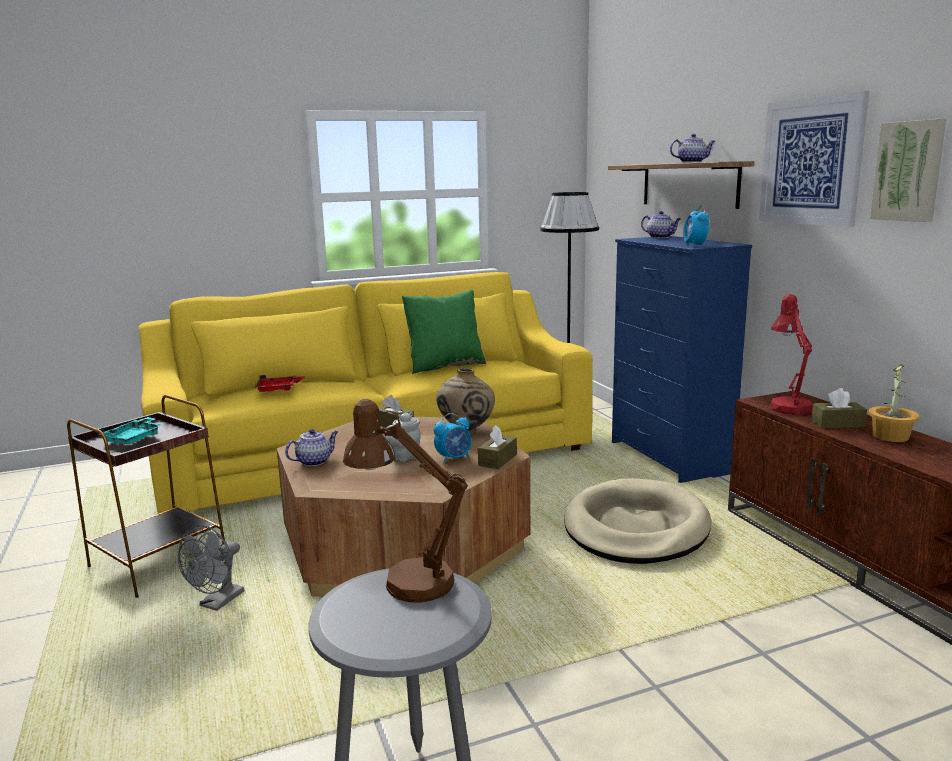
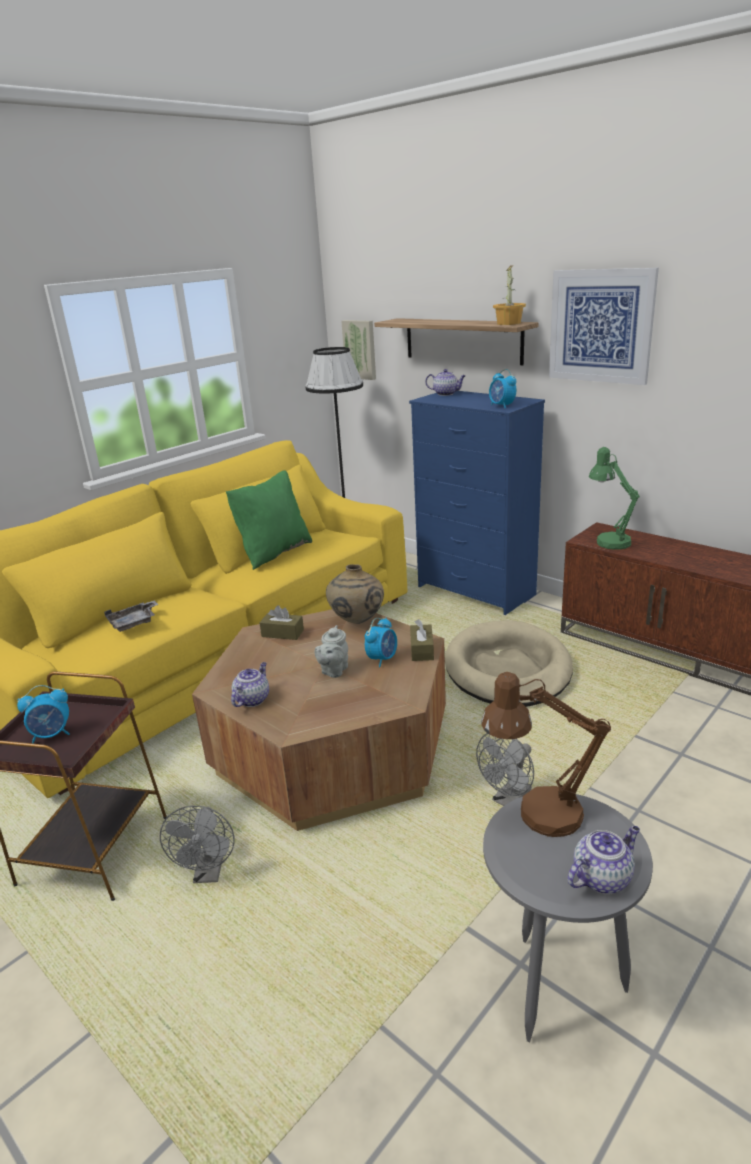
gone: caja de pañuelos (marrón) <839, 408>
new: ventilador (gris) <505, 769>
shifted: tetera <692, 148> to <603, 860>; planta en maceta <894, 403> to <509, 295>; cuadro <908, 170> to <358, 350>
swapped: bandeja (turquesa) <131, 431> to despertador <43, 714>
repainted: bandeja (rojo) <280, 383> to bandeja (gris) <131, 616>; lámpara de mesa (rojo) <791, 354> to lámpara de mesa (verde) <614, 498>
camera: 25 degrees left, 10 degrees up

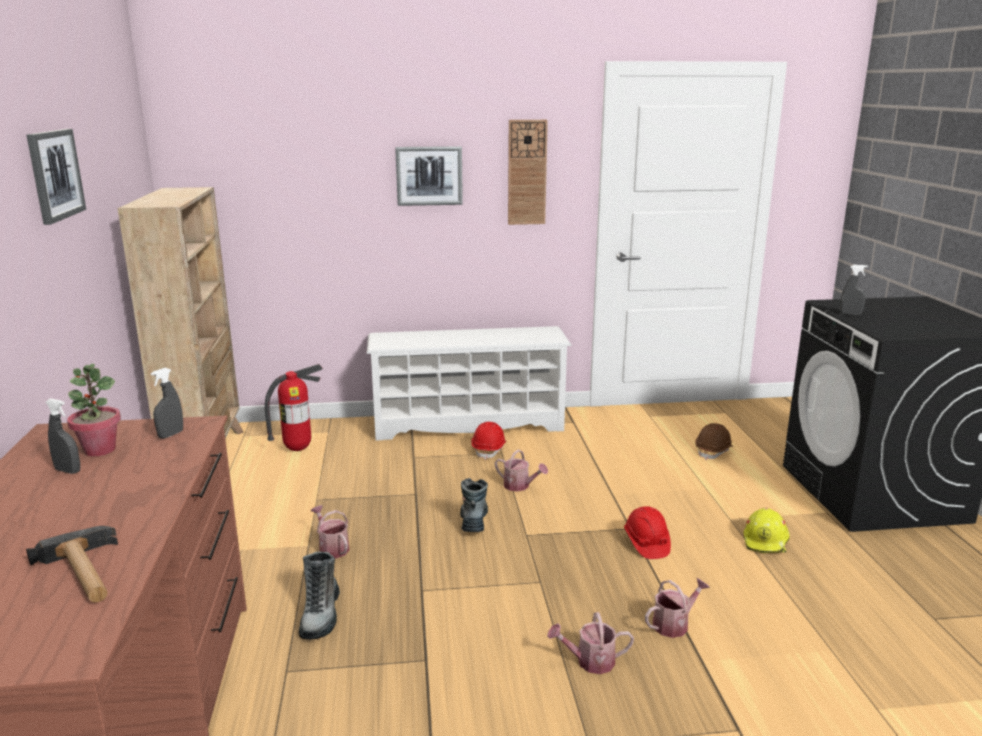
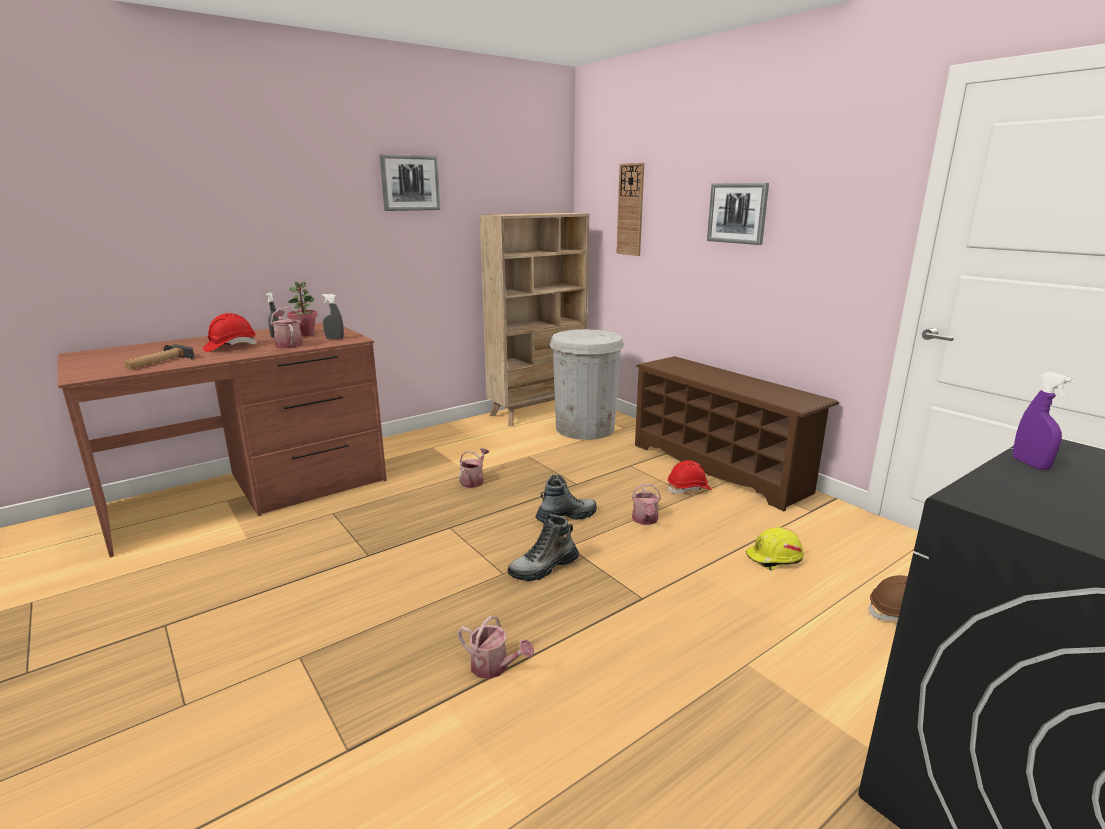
shifted: bota <319, 596> to <543, 547>; reloj de pared <528, 172> to <630, 209>; regadera <590, 643> to <286, 328>; casco (rojo) <647, 532> to <230, 332>; casco (amarillo) <767, 530> to <775, 549>
swapped: extintor <294, 407> to papelera (blanco) <587, 384>
repainted: zapatero (blanco) <469, 383> to zapatero (marrón) <737, 434>; pulverizador (gris) <854, 290> to pulverizador (morado) <1043, 421>
camera: 60 degrees right, 0 degrees up

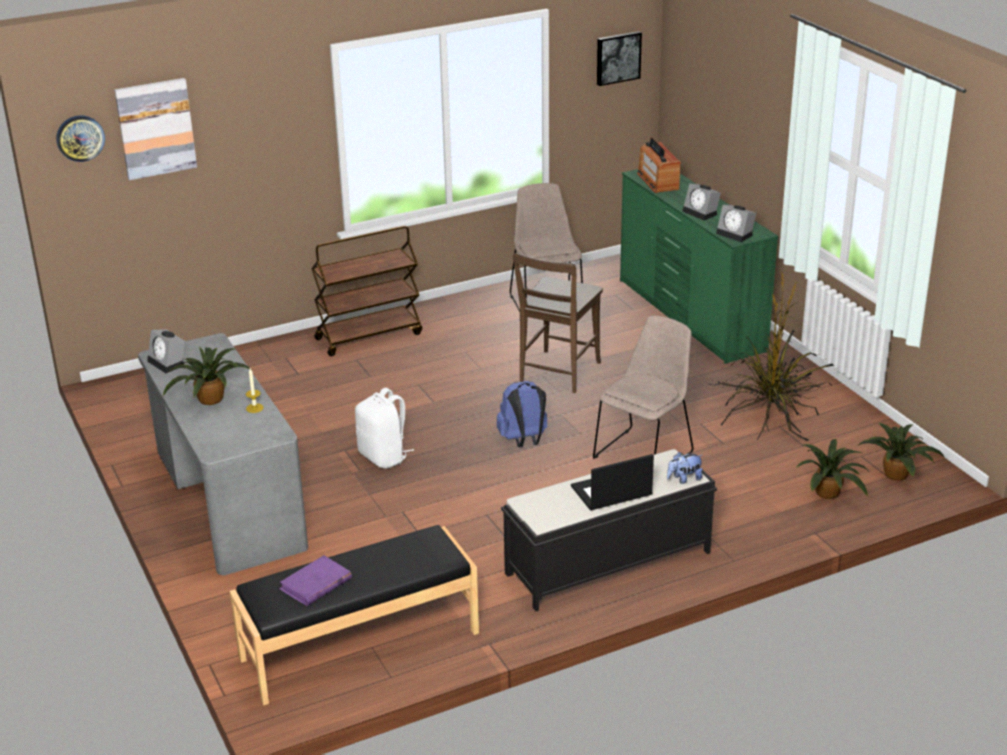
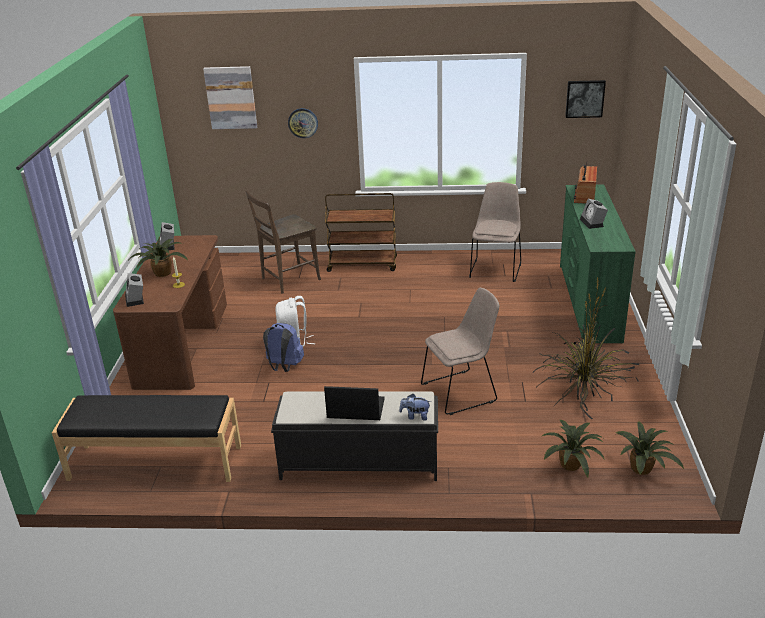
gone: libro (morado) <315, 580>
shifted: reloj de pared <80, 138> to <303, 123>; mochila (azul) <522, 414> to <283, 347>; silla (marrón) <558, 323> to <283, 241>; despertador <736, 223> to <134, 290>
repainted: escritorio (gris) <223, 454> to escritorio (marrón) <170, 312>
camera: 30 degrees right, 0 degrees up

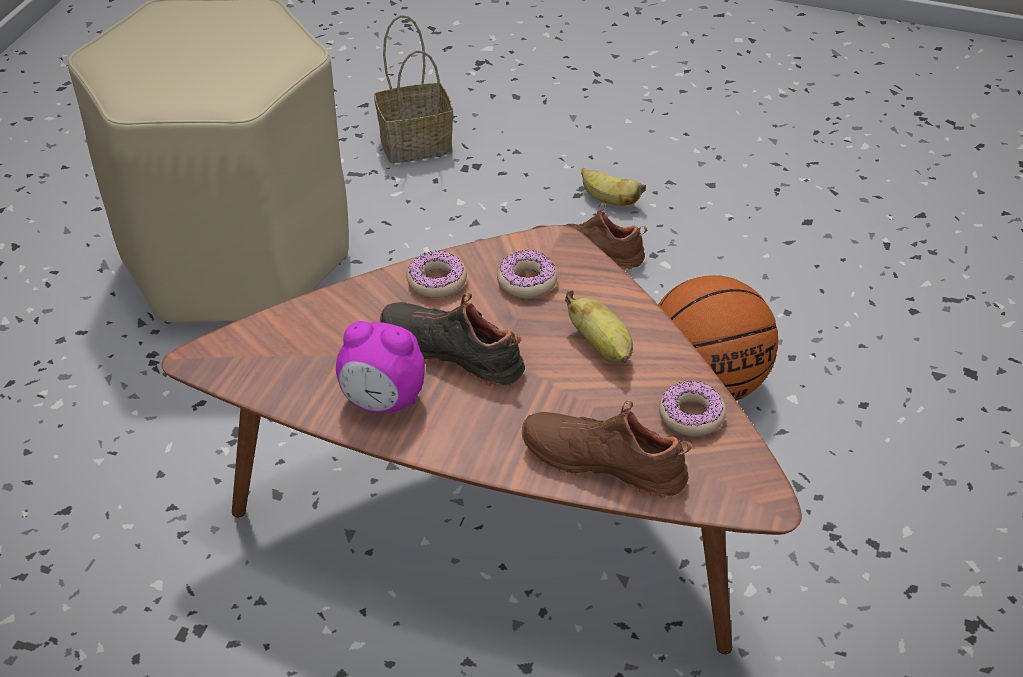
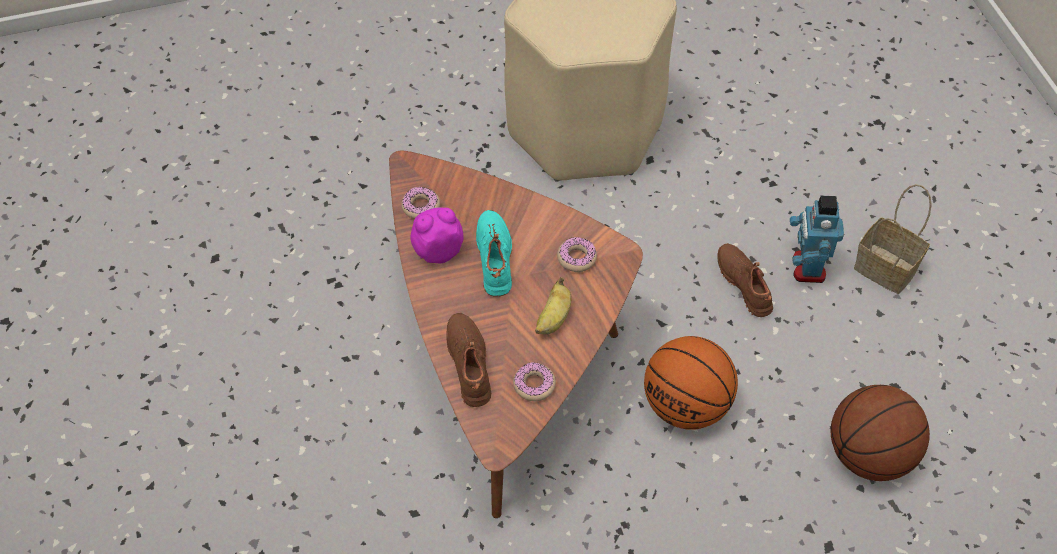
new: balón de baloncesto <880, 433>
shifted: cesta <413, 89> to <893, 239>; rosquilla <436, 274> to <420, 203>
swapped: plátano <613, 187> to robot de juguete <817, 239>
repainted: zapato (negro) <452, 339> to zapato (turquesa) <494, 253>
rotated: despertador <380, 367> = <437, 235> 90 degrees clockwise
camera: 55 degrees right, 10 degrees up

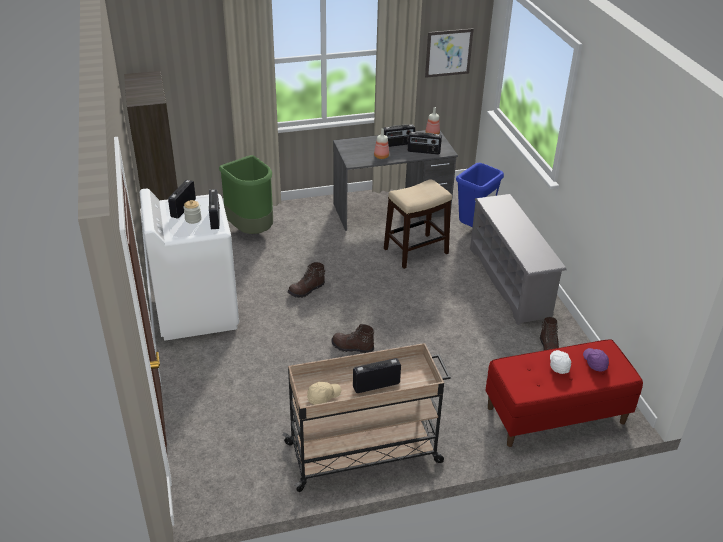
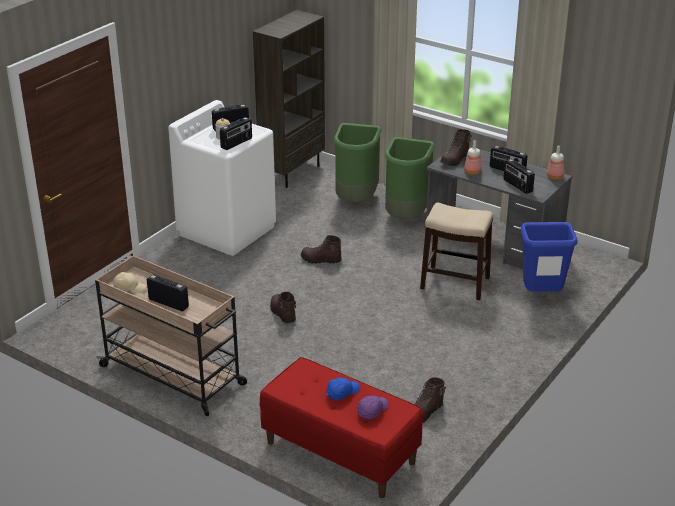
gone: cuadro <449, 53>; zapatero (gris) <518, 259>
new: papelera (verde) <410, 178>; bota (marrón) <456, 147>
repainted: gorra (blanco) <560, 362> to gorra (azul) <343, 389>
camera: 50 degrees right, 5 degrees down

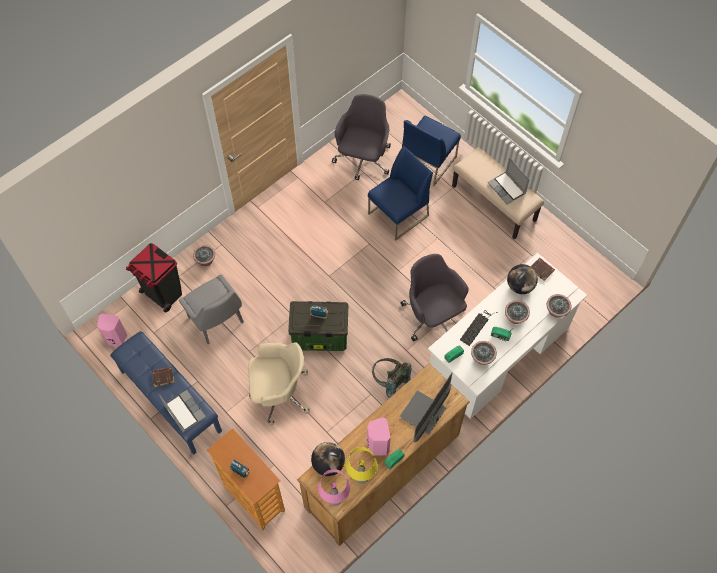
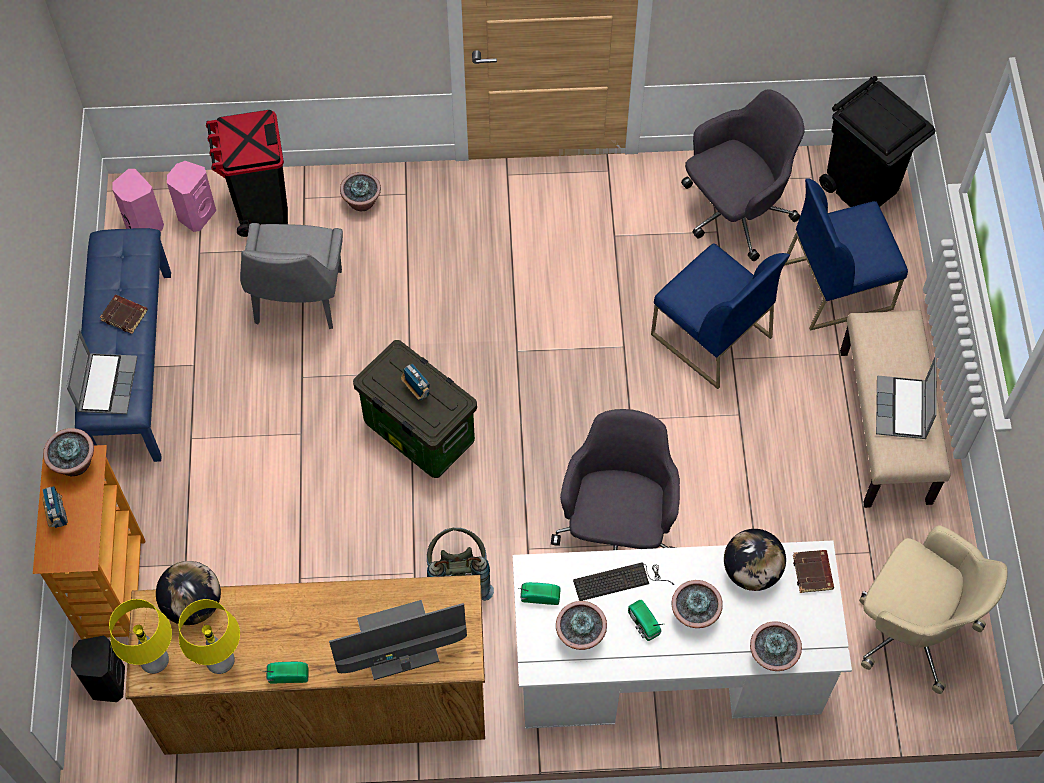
new: planta en maceta <68, 452>; altavoz (negro) <98, 669>; papelera (negro) <877, 141>
shifted: silla de oficina (beis) <279, 384> to <933, 609>; altavoz (rosa) <379, 436> to <191, 196>
repainted: lámpara de mesa (rosa) <334, 487> to lámpara de mesa (amarillo) <140, 636>
rotated: silla (azul) <400, 193> = <720, 316> 45 degrees clockwise
camera: 40 degrees right, 0 degrees up

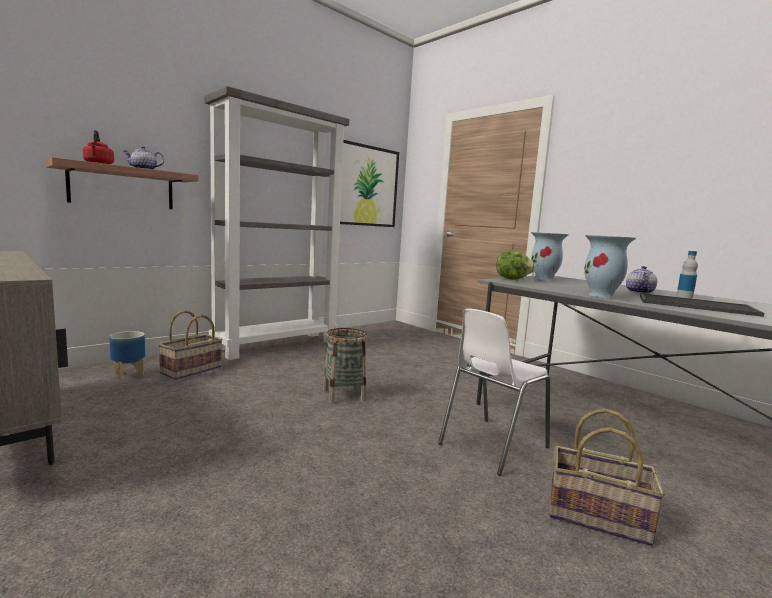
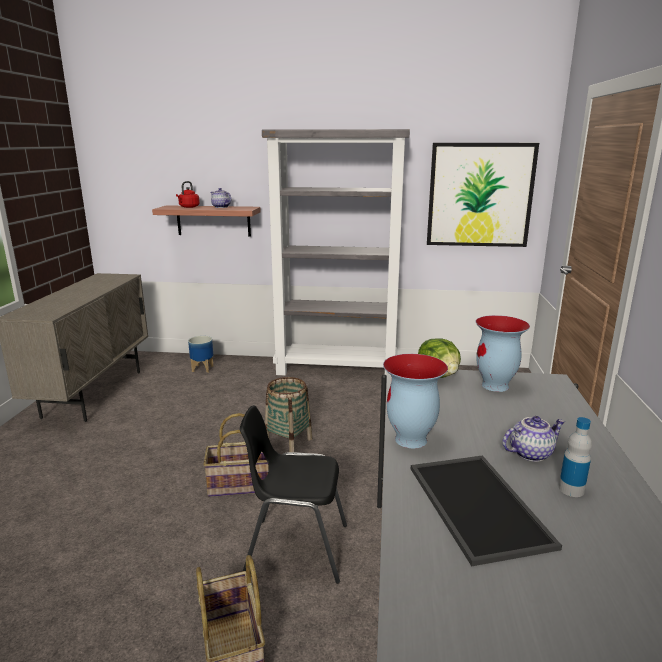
shifted: cesta <190, 345> to <236, 455>
repainted: silla (blanco) <494, 392> to silla (negro) <293, 494>
camera: 50 degrees right, 10 degrees up

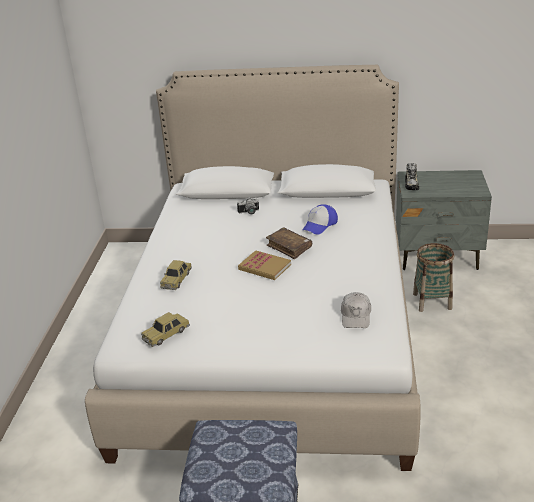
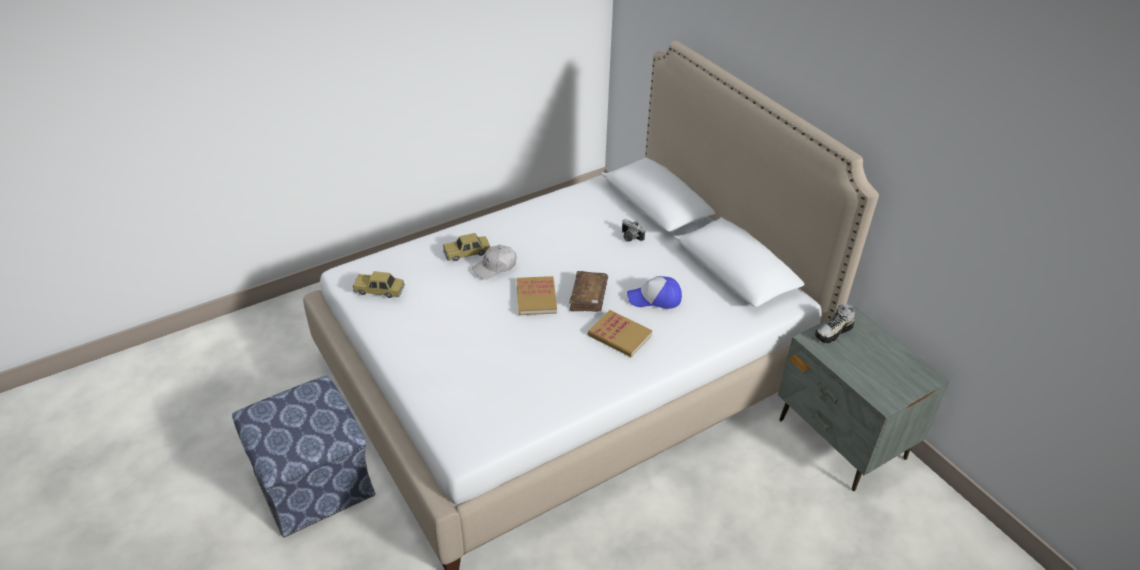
gone: cesta <433, 277>
new: libro <620, 333>
shifted: gorra (blanco) <356, 310> to <494, 262>
camera: 50 degrees right, 10 degrees up

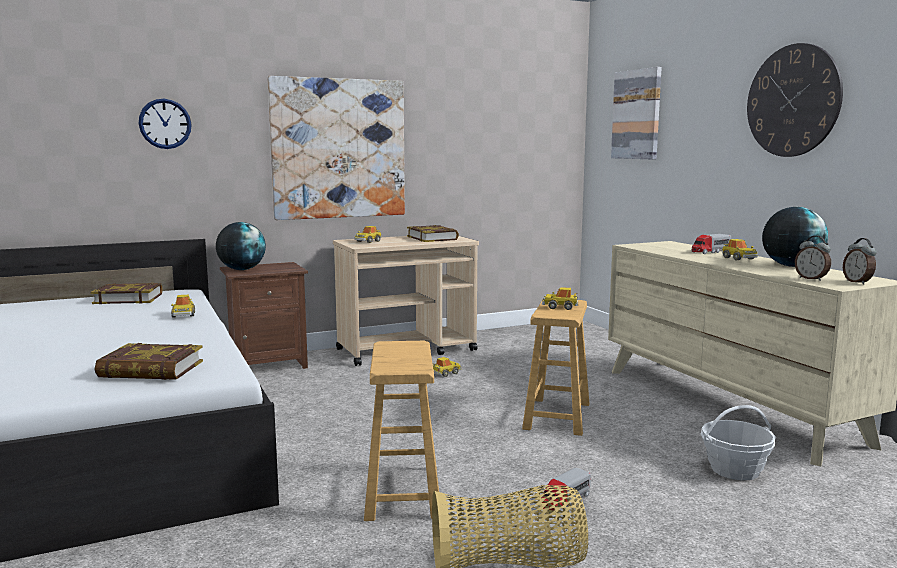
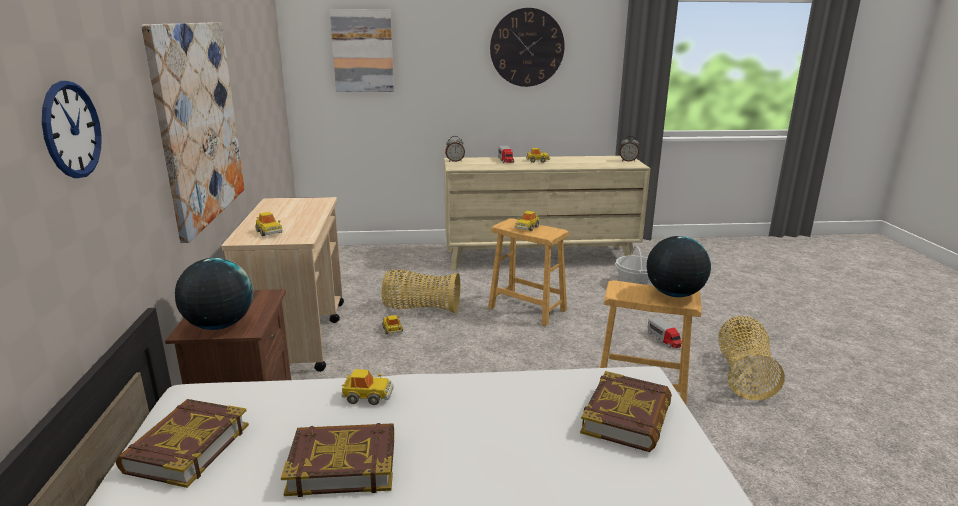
new: cesta <421, 291>
shifted: libro <433, 233> to <337, 460>; globo terráqueo <795, 237> to <679, 266>; despertador <813, 258> to <455, 149>
camera: 70 degrees left, 10 degrees up

